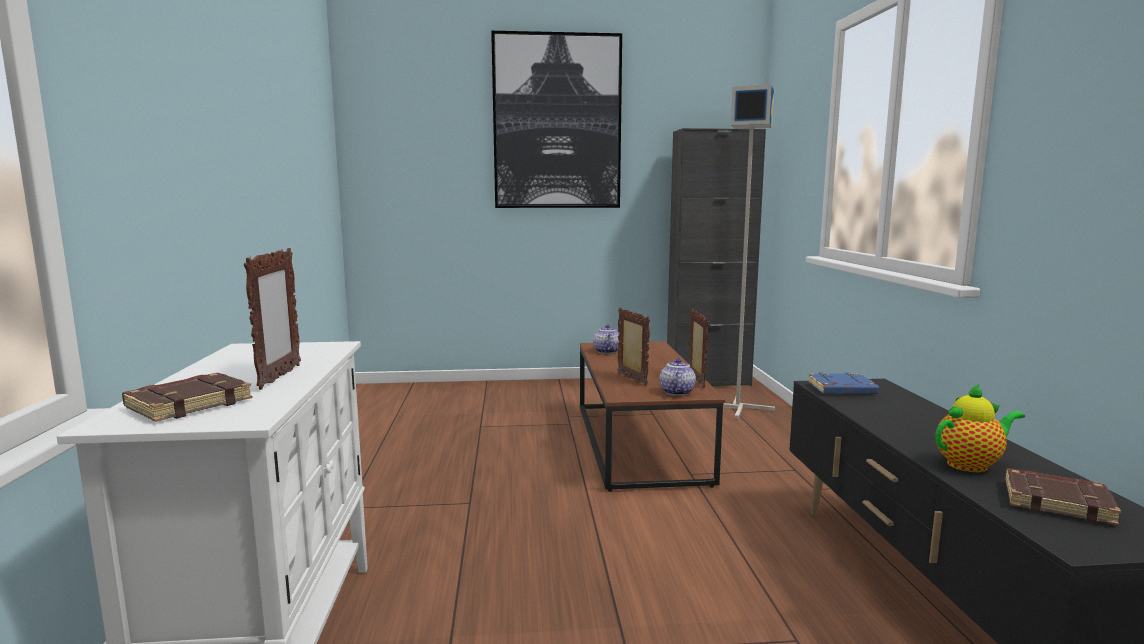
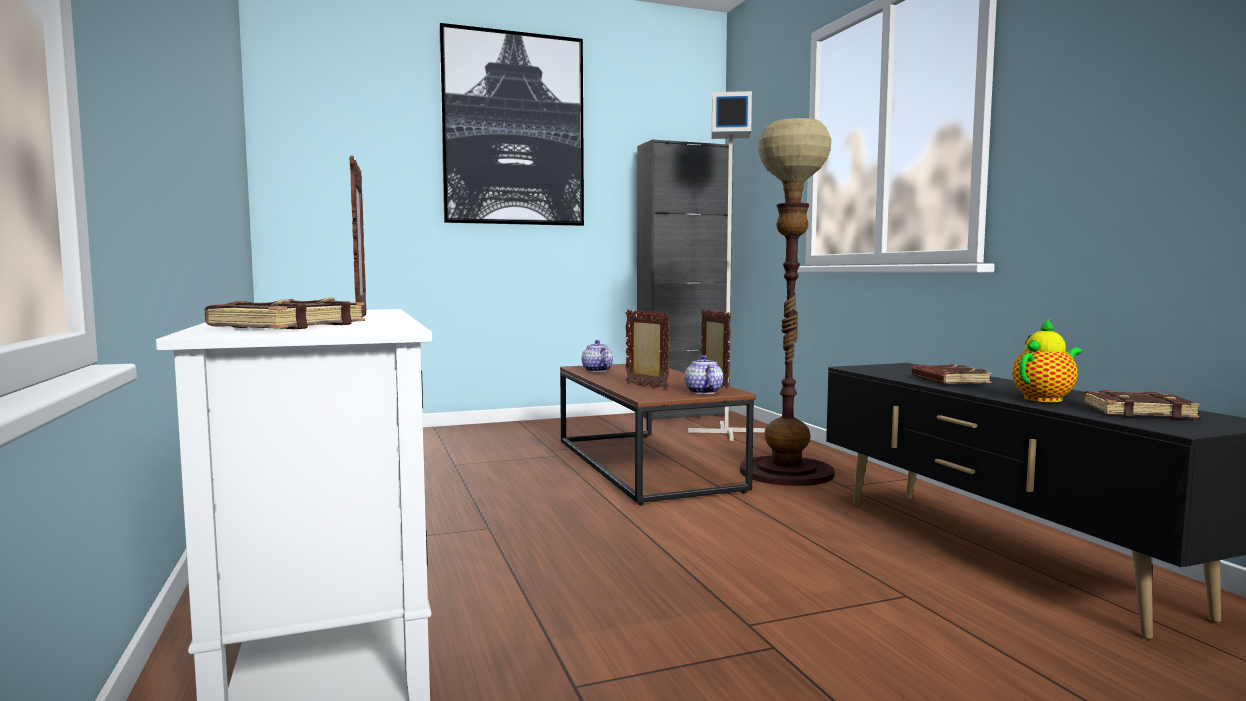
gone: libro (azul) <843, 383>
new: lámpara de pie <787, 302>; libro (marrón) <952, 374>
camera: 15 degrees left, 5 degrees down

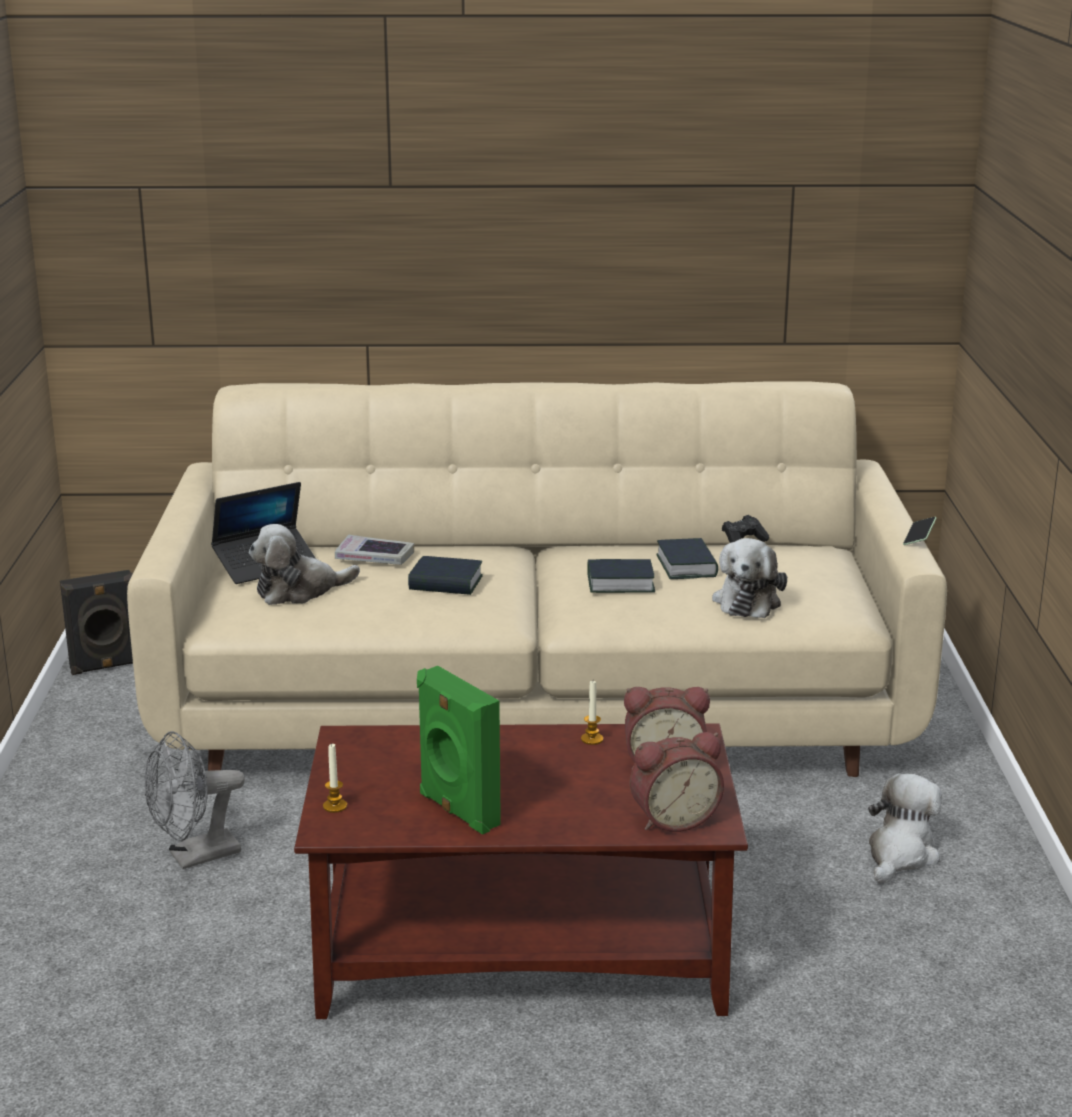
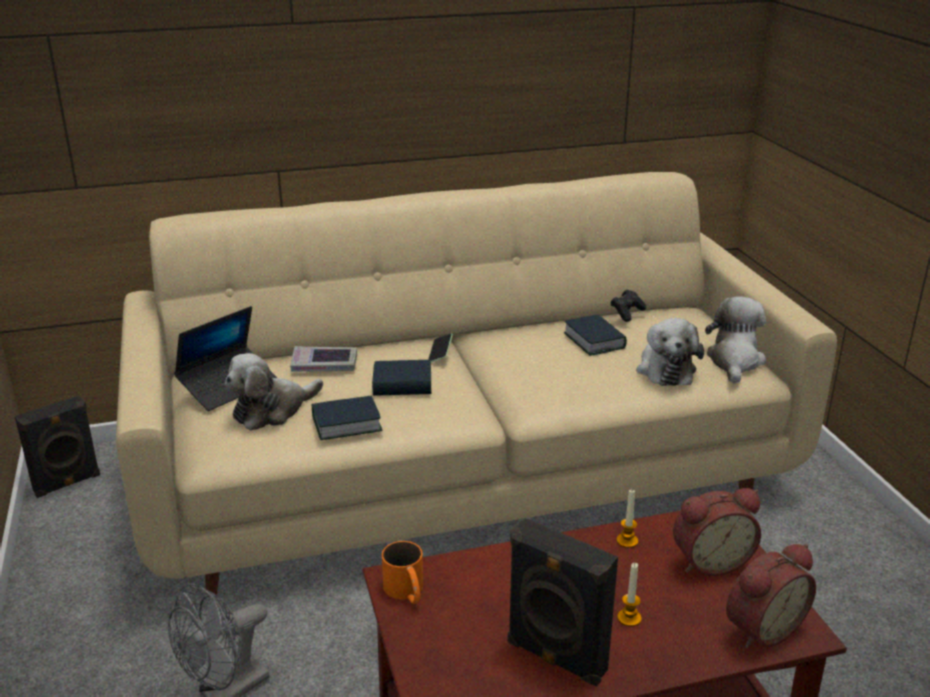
new: taza grande (naranja) <402, 572>
shifted: vela <335, 778> to <629, 595>; libro <621, 576> to <347, 417>; peluche <905, 828> to <735, 340>; móvil <919, 531> to <440, 348>
repainted: altavoz (verde) <459, 750> to altavoz (negro) <563, 602>
camera: 15 degrees left, 5 degrees up

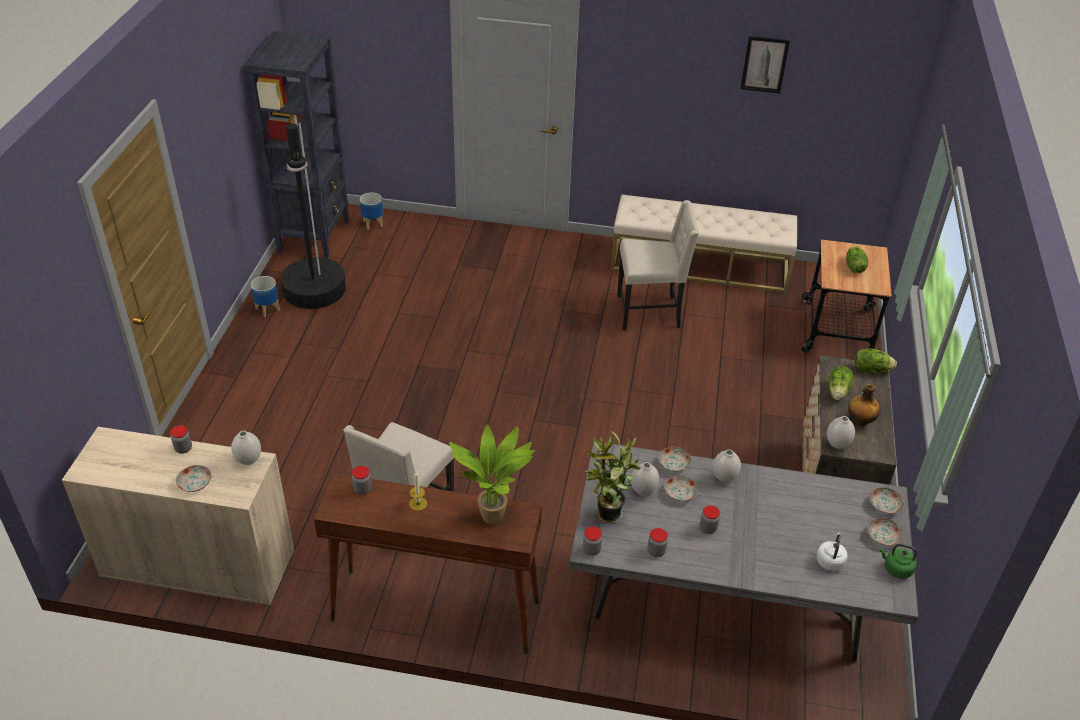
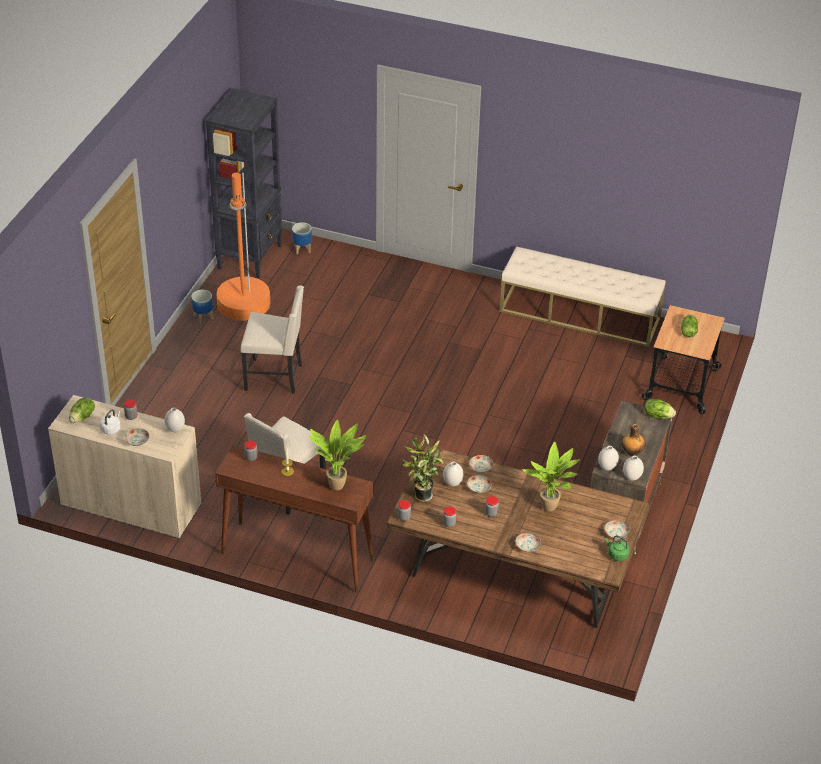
gone: cuadro <765, 64>
new: planta en maceta <551, 477>
shifted: silla (beis) <658, 265> to <272, 340>; florero (blanco) <727, 466> to <633, 468>; hervidor (blanco) <832, 552> to <110, 422>; lechuga <840, 383> to <82, 410>; plato <886, 500> to <528, 542>
repainted: lámpara de pie (negro) <313, 215> to lámpara de pie (naranja) <243, 246>; mesa de comedor (gris) <744, 552> to mesa de comedor (marrón) <518, 536>
camera: 10 degrees right, 0 degrees up

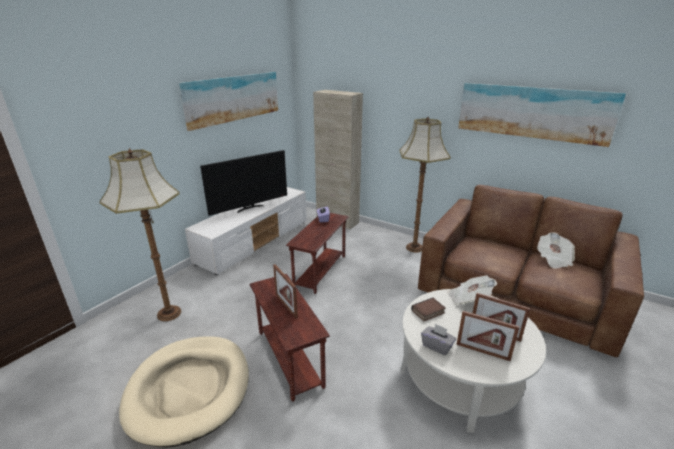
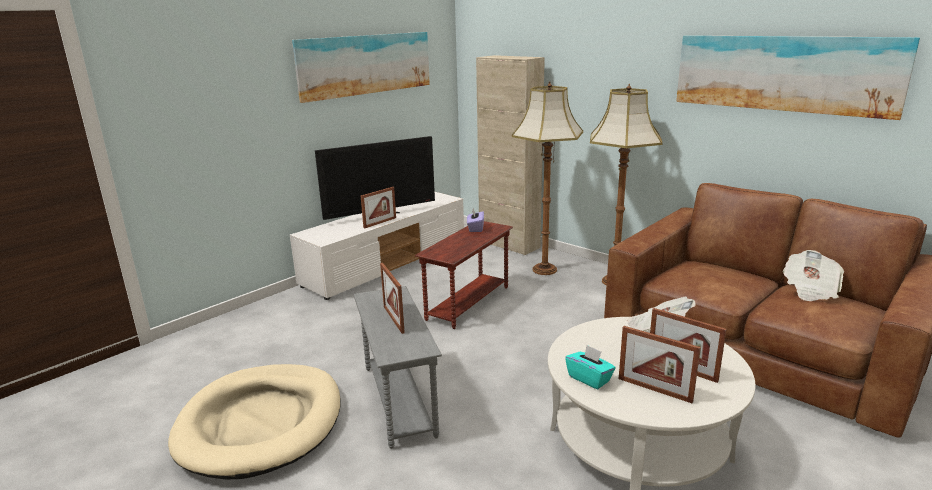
gone: libro <428, 309>
new: portarretratos <378, 208>
shifted: lámpara de pie <140, 234> to <547, 178>
repainted: mesa auxiliar (marrón) <290, 338> to mesa auxiliar (gris) <397, 367>; caja de pañuelos (gris) <438, 339> to caja de pañuelos (turquesa) <590, 367>
camera: 10 degrees right, 5 degrees down

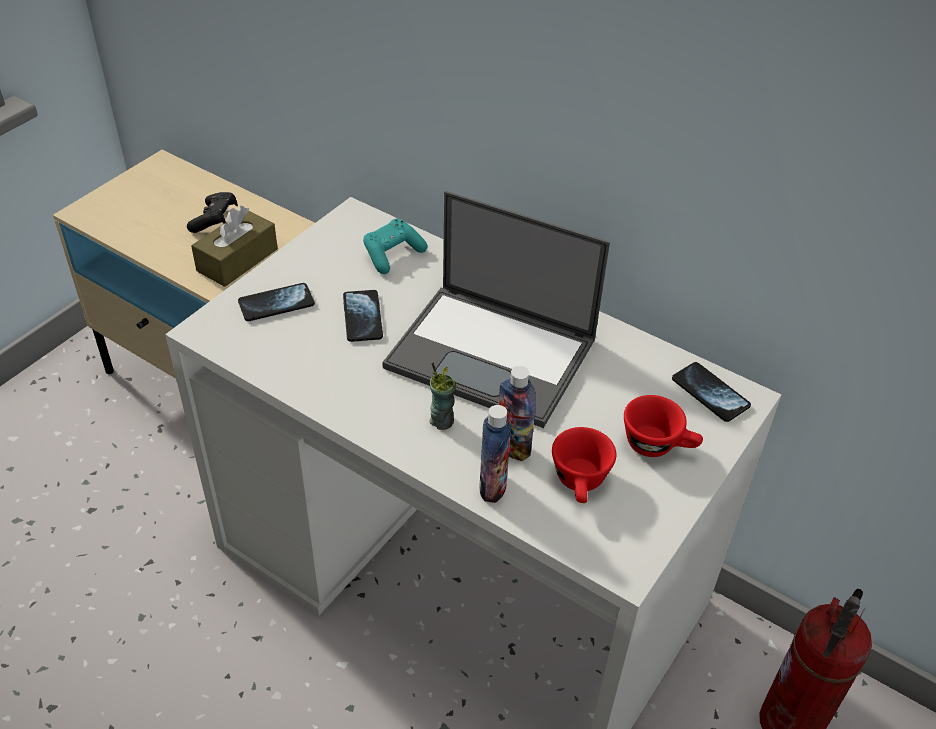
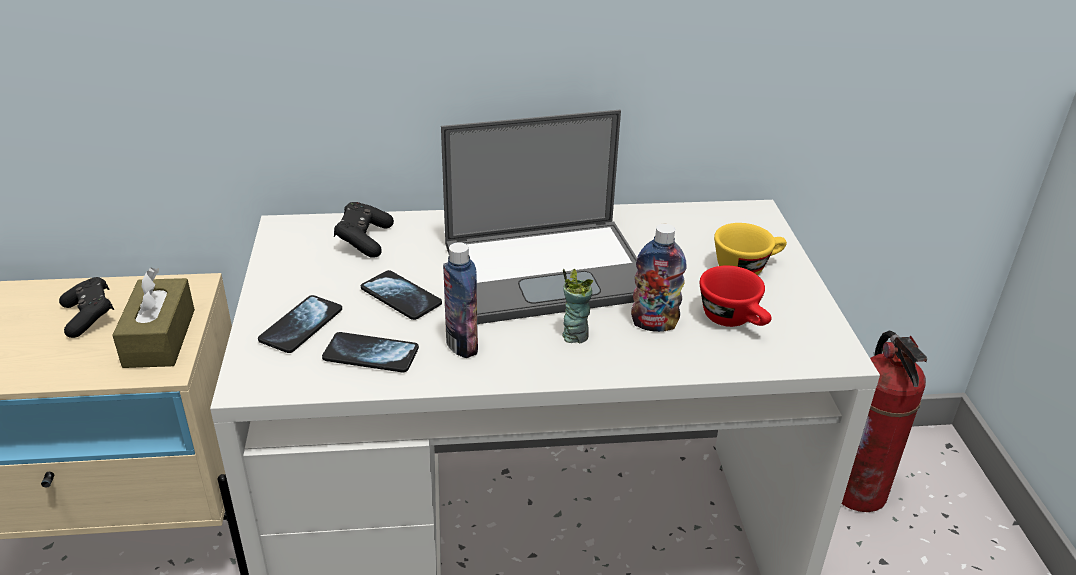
shifted: botella <495, 454> to <460, 300>; móvil <711, 392> to <370, 352>
repainted: mando de consola (turquesa) <395, 246> to mando de consola (negro) <364, 230>; taza (rojo) <663, 426> to taza (amarillo) <750, 249>
camera: 40 degrees left, 10 degrees down

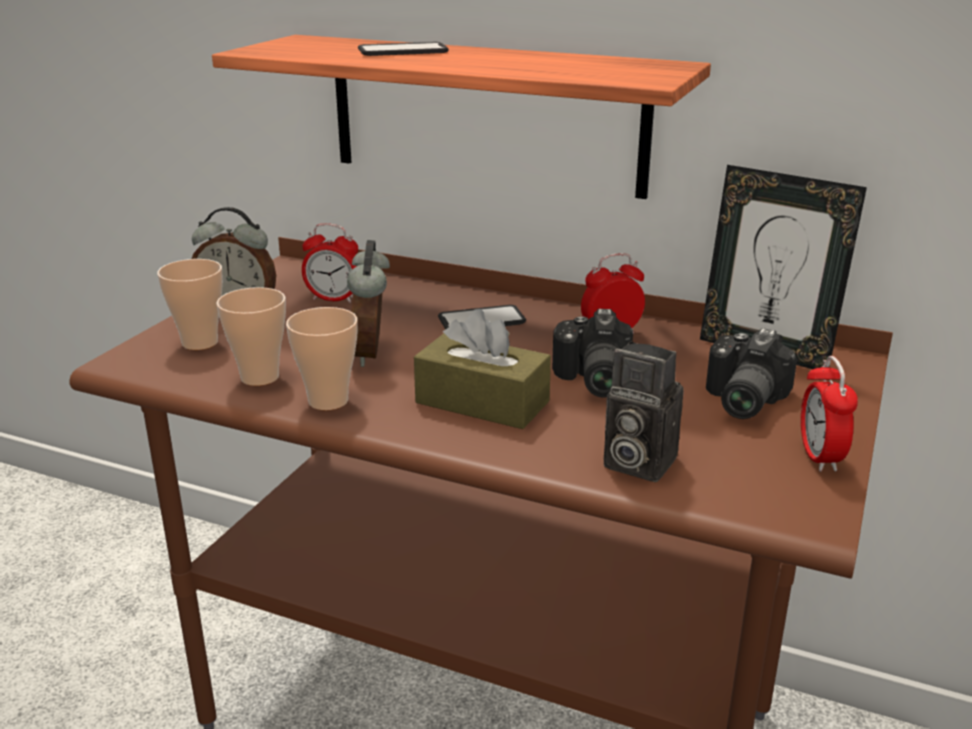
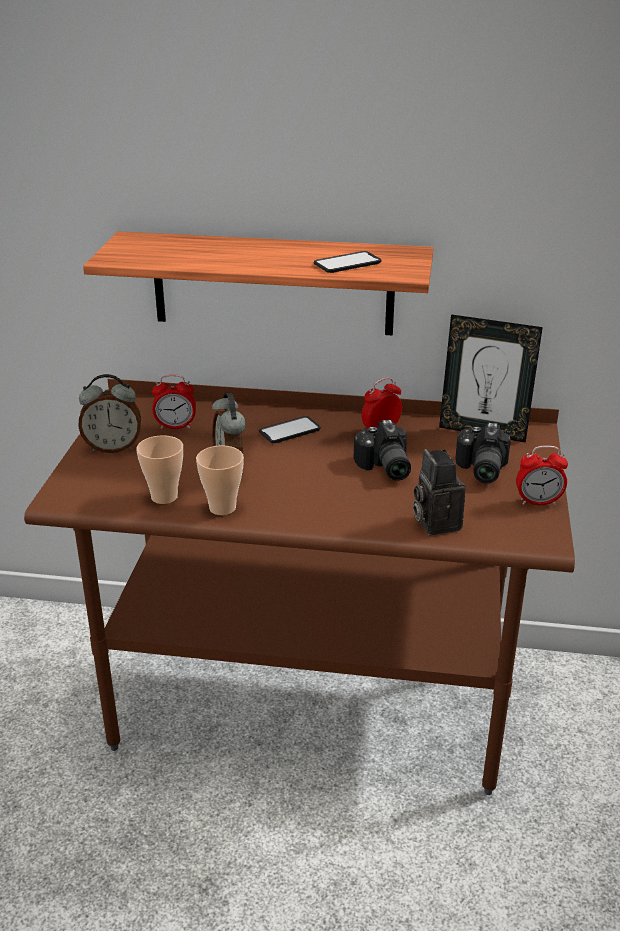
gone: taza <190, 304>; caja de pañuelos (marrón) <482, 369>
shifted: móvil <403, 49> to <347, 262>
rotated: cámara <644, 411> = <439, 492> 60 degrees clockwise; despertador <829, 414> = <542, 475> 75 degrees counterclockwise
camera: 15 degrees left, 5 degrees up

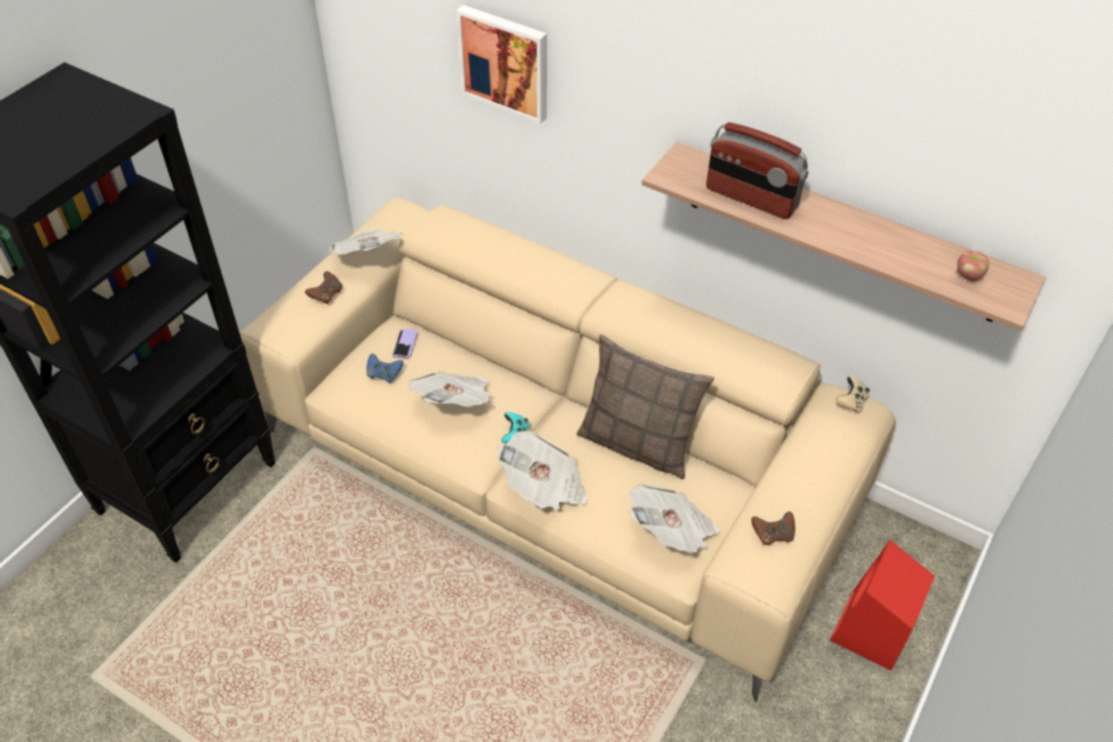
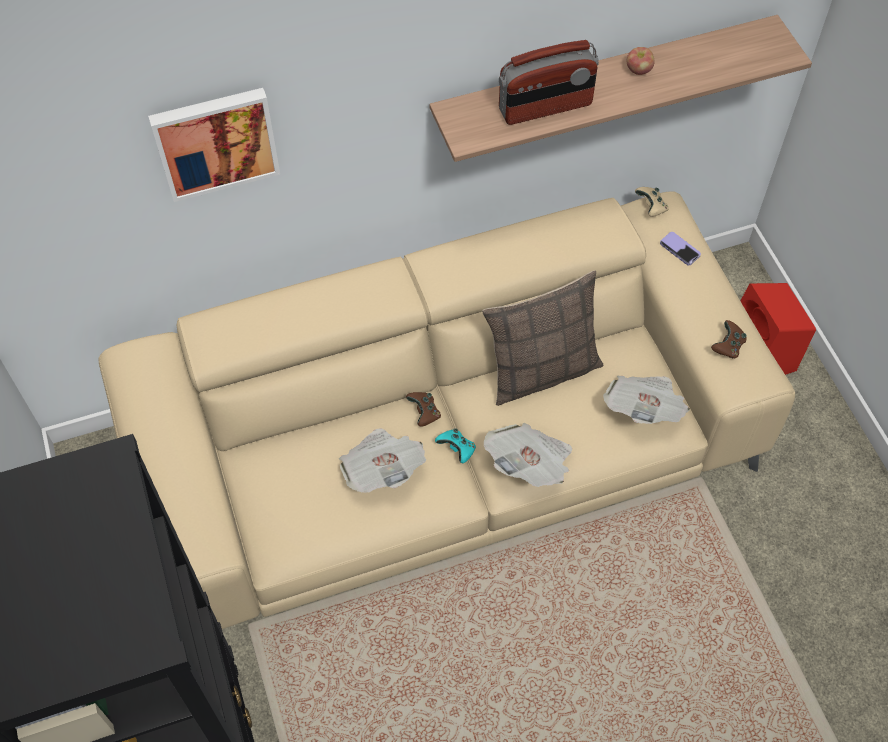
gone: periódico <366, 241>; mando de consola (azul) <385, 368>
shifted: mando de consola (marrón) <324, 287> to <423, 409>; móvil <405, 343> to <680, 248>; manzana <973, 266> to <641, 61>
camera: 50 degrees left, 10 degrees up

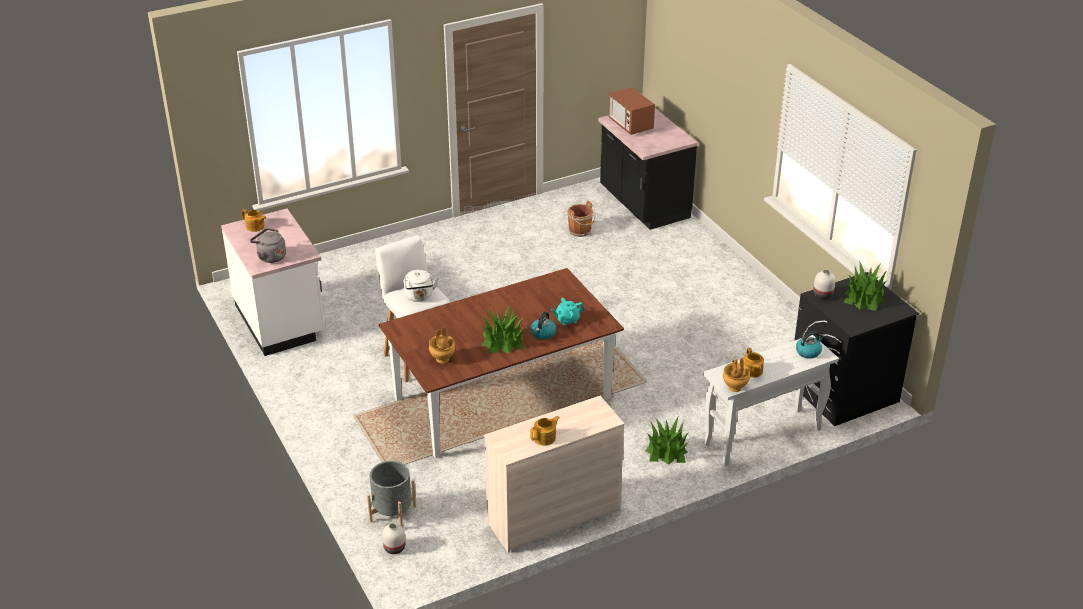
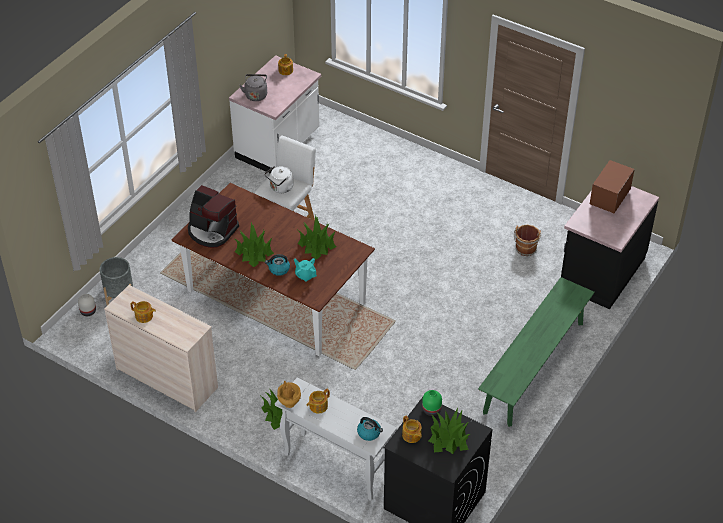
new: planta en maceta <317, 237>; tetera <412, 429>; banco (verde) <536, 352>
swapped: florero (marrón) <442, 345> to cafetera <213, 216>
repainted: florero (blanco) <824, 284> to florero (verde) <432, 403>
camera: 60 degrees right, 10 degrees up

